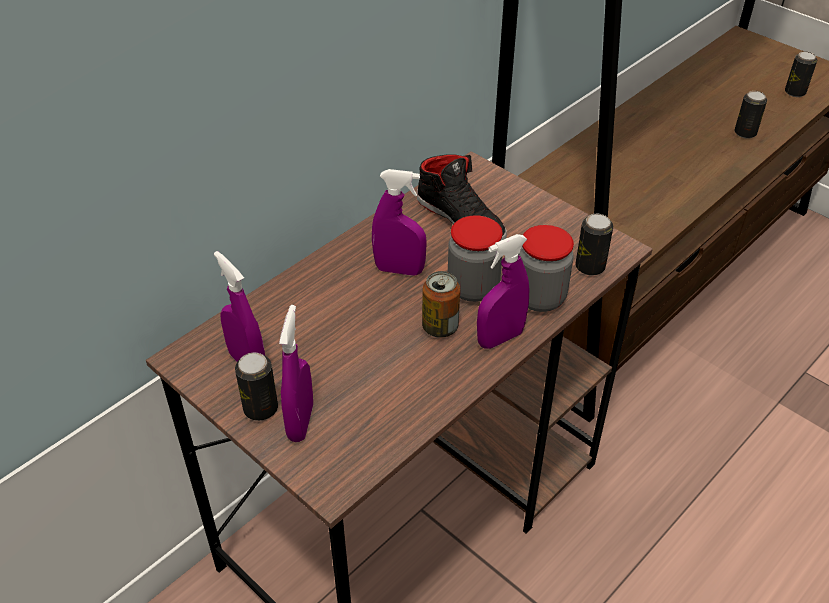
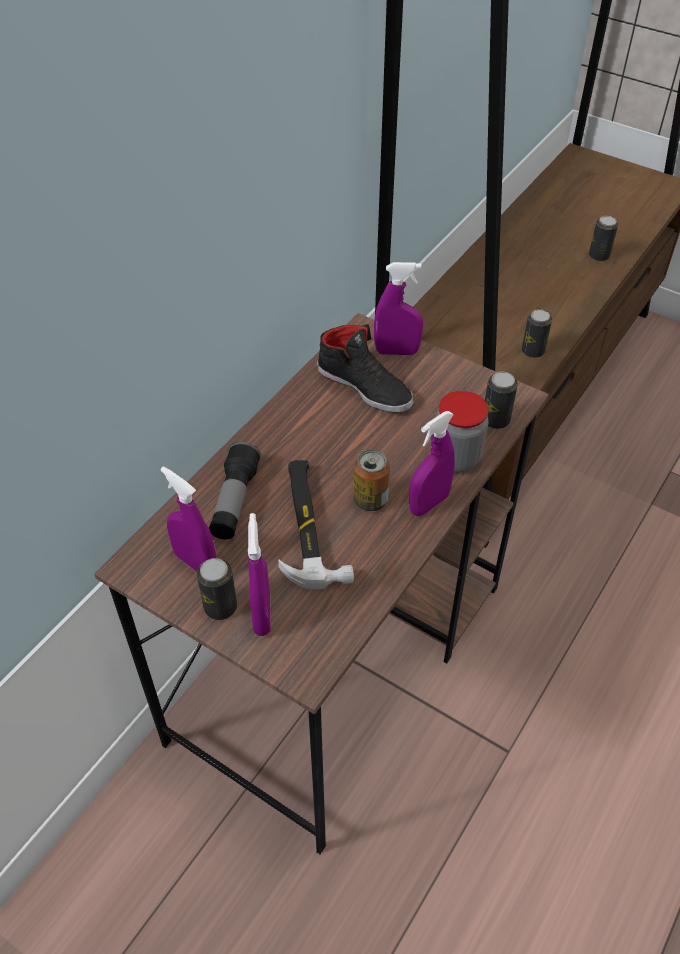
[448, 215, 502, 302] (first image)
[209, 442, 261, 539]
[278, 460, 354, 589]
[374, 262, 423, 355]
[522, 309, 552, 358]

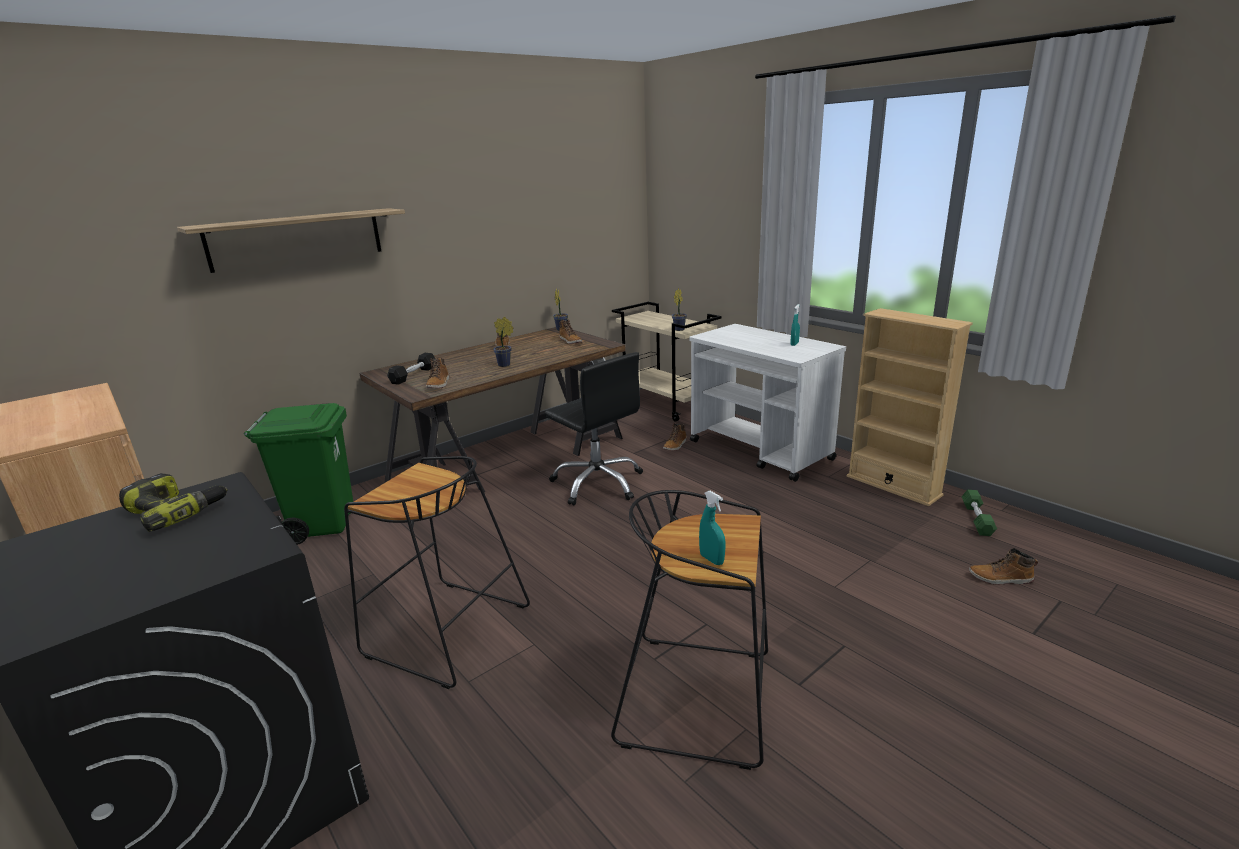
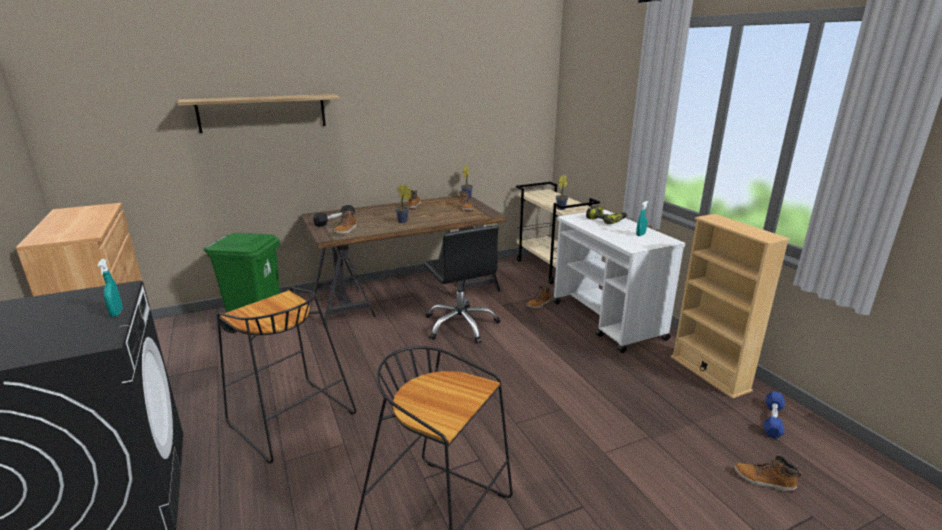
[586, 206, 627, 224]
[98, 259, 123, 317]
[764, 391, 785, 439]

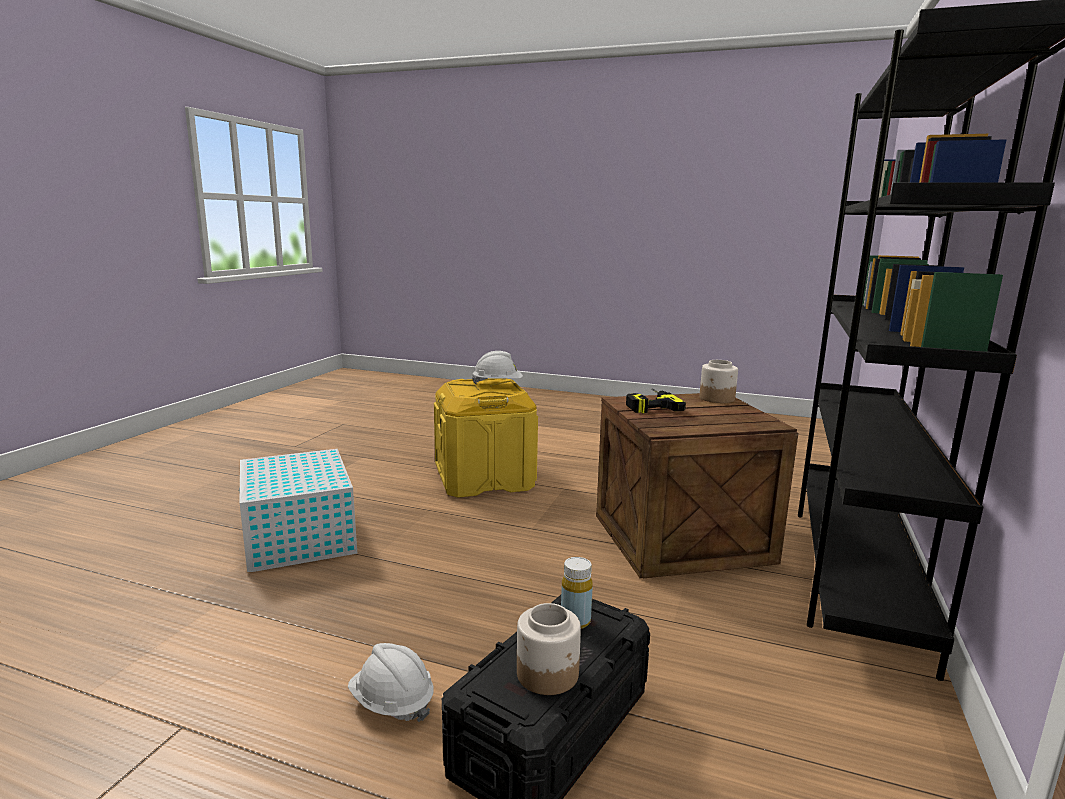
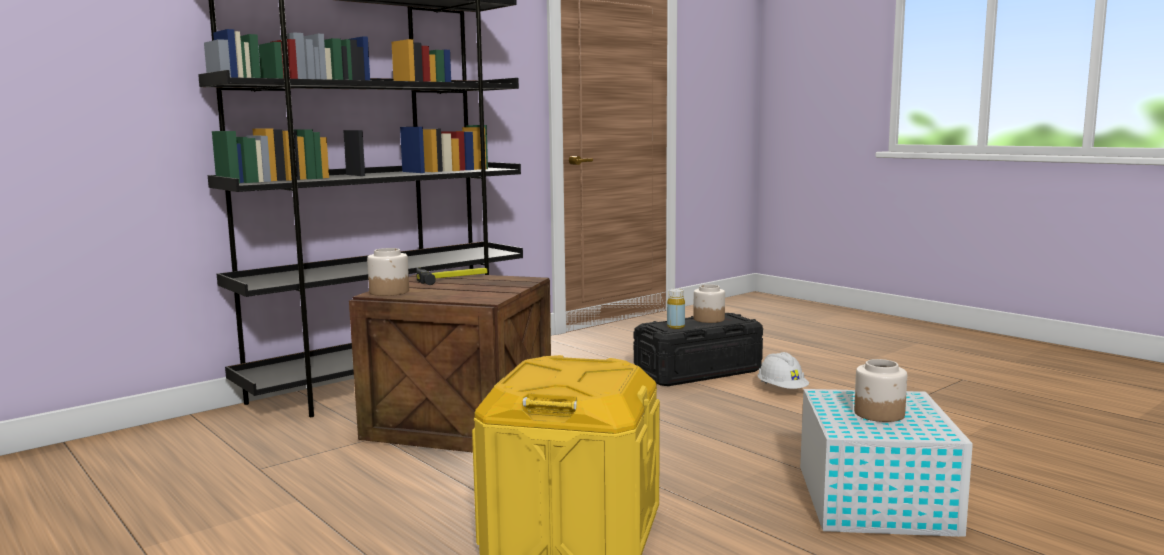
[472, 351, 523, 384] (first image)
[626, 388, 686, 413] (first image)
[416, 267, 487, 285]
[854, 359, 907, 422]

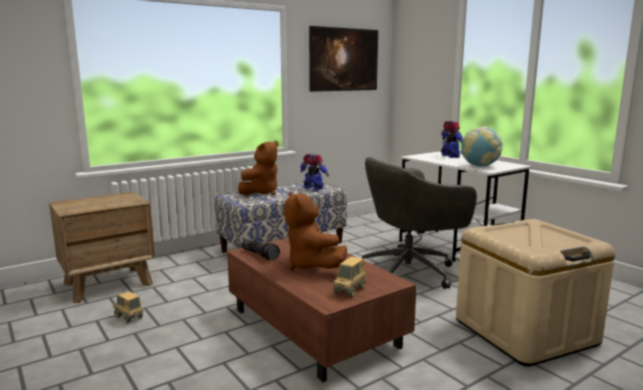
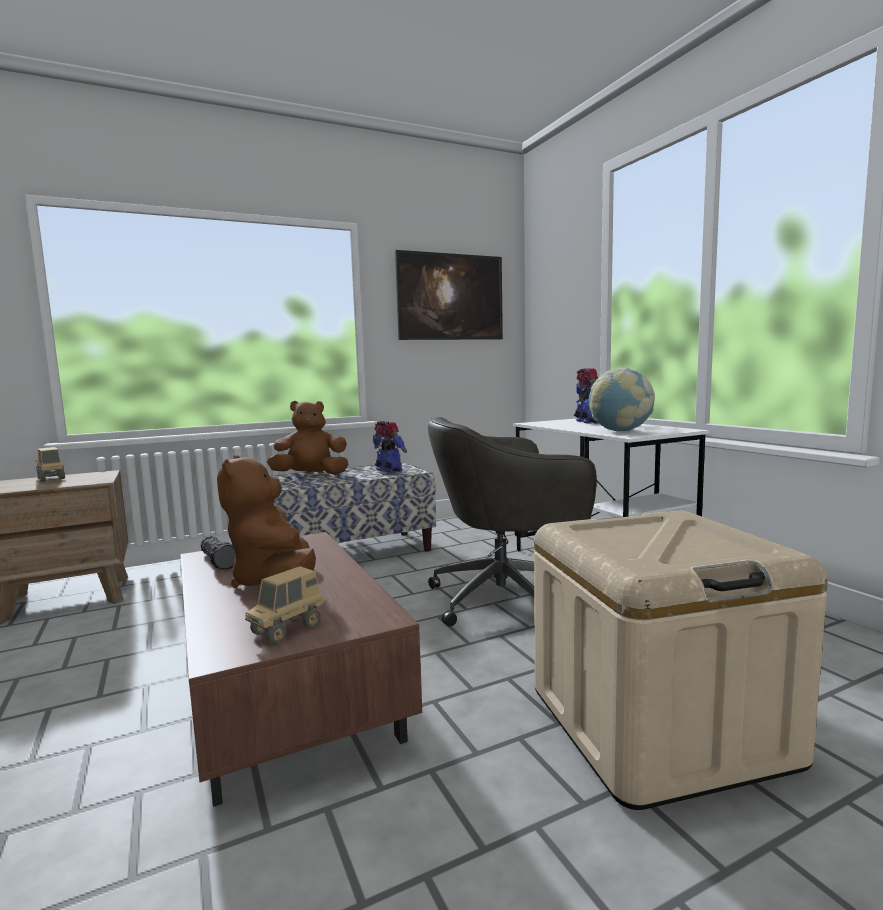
[35, 447, 65, 482]
[267, 401, 349, 475]

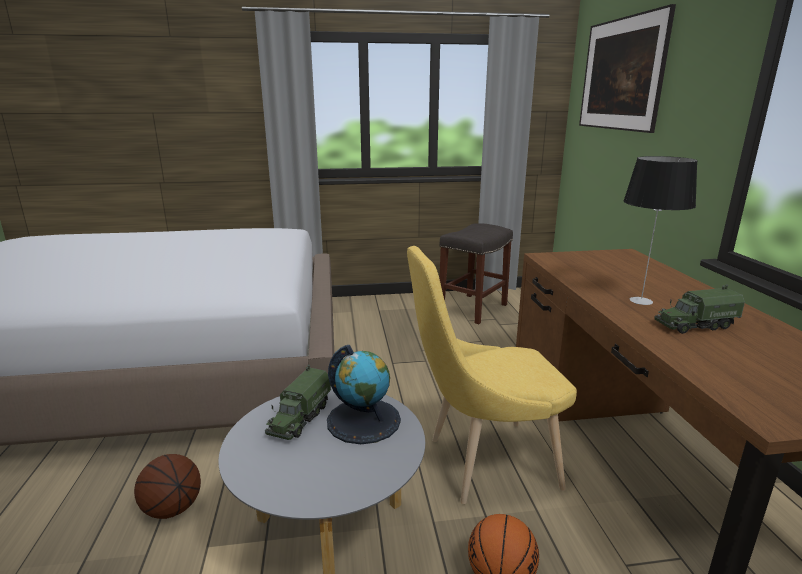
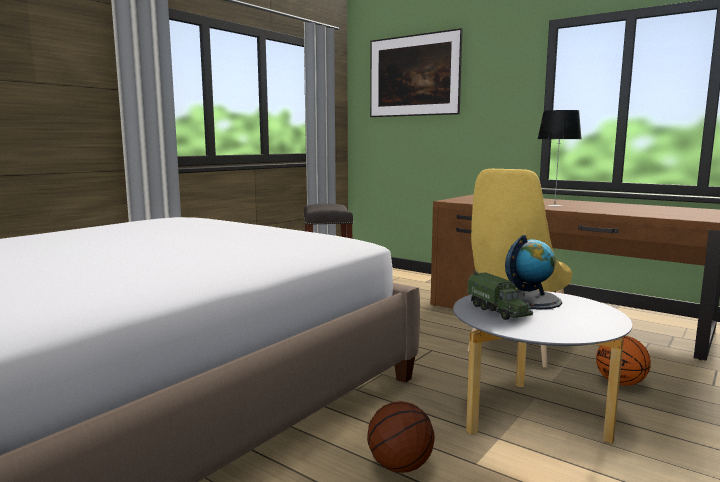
[654, 284, 745, 334] (first image)

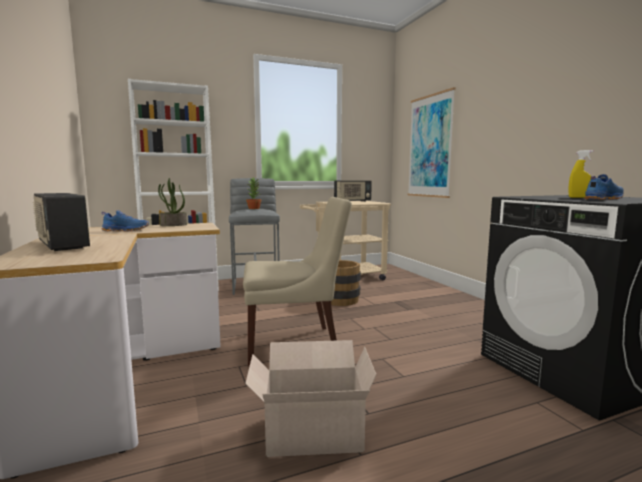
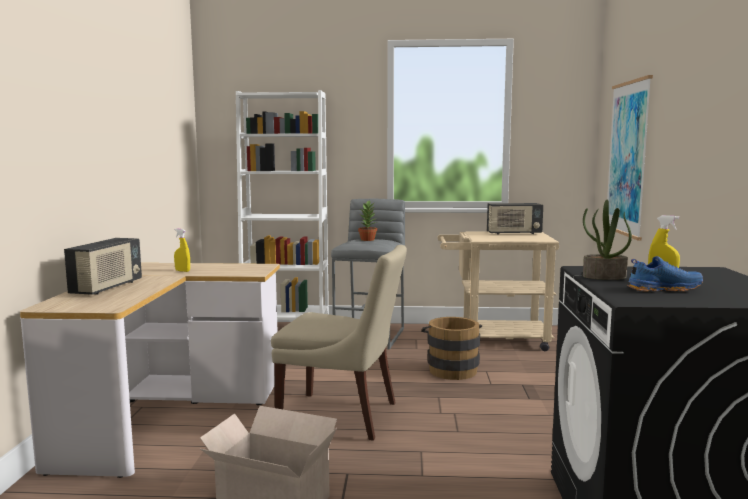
[583, 200, 632, 280]
[174, 229, 190, 272]
[64, 238, 142, 295]

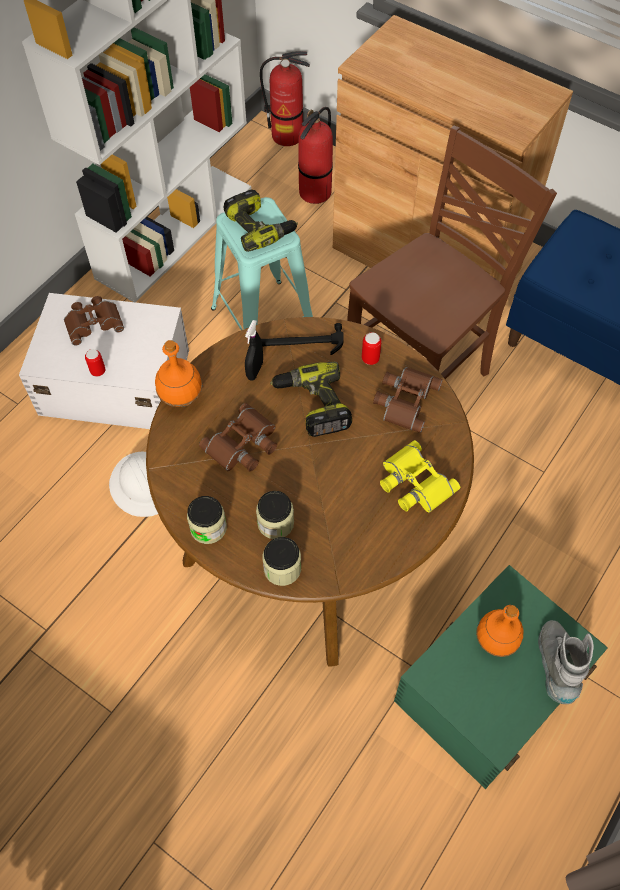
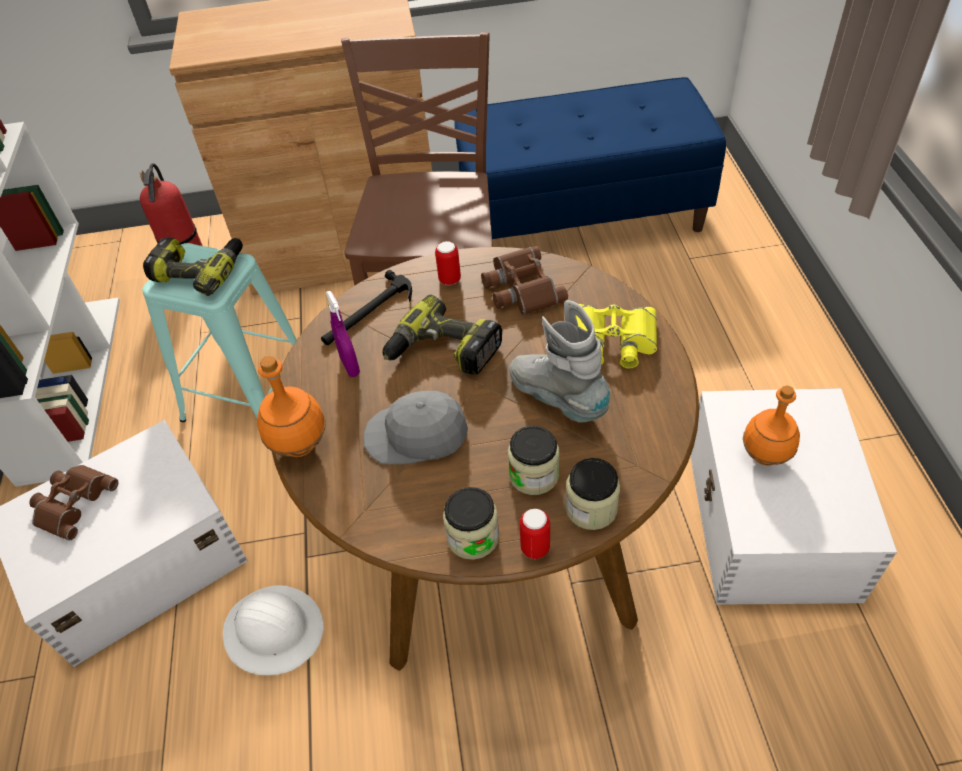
[260, 51, 310, 146] (first image)
[520, 509, 550, 559]
[509, 300, 611, 423]
[364, 391, 468, 465]
[326, 290, 360, 377]
[690, 388, 897, 605]

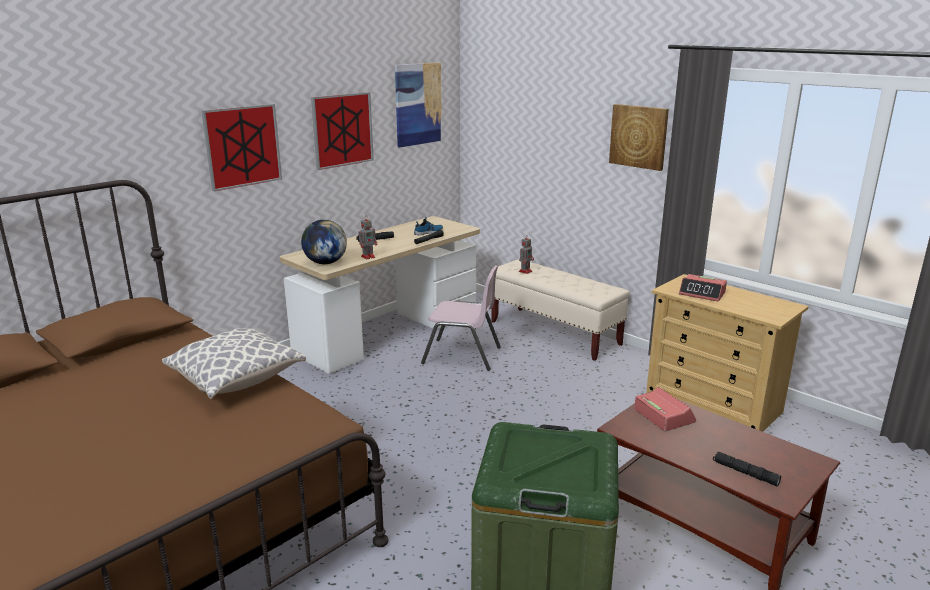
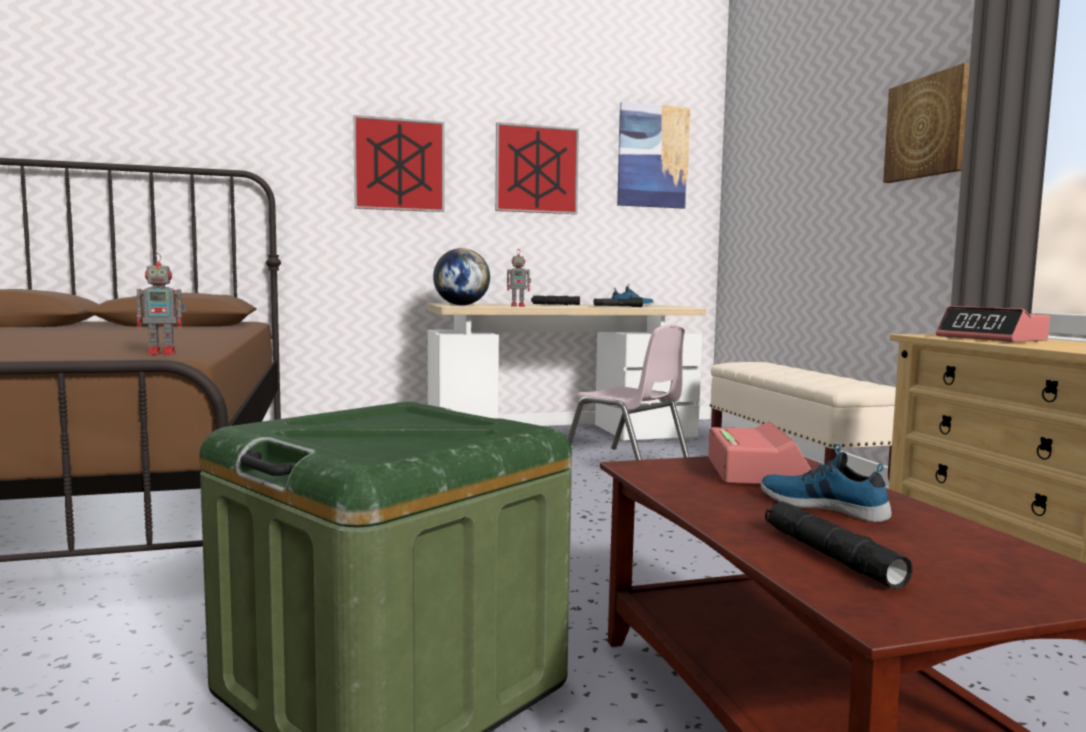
[162, 328, 306, 399] (first image)
[760, 444, 892, 522]
[137, 253, 187, 355]

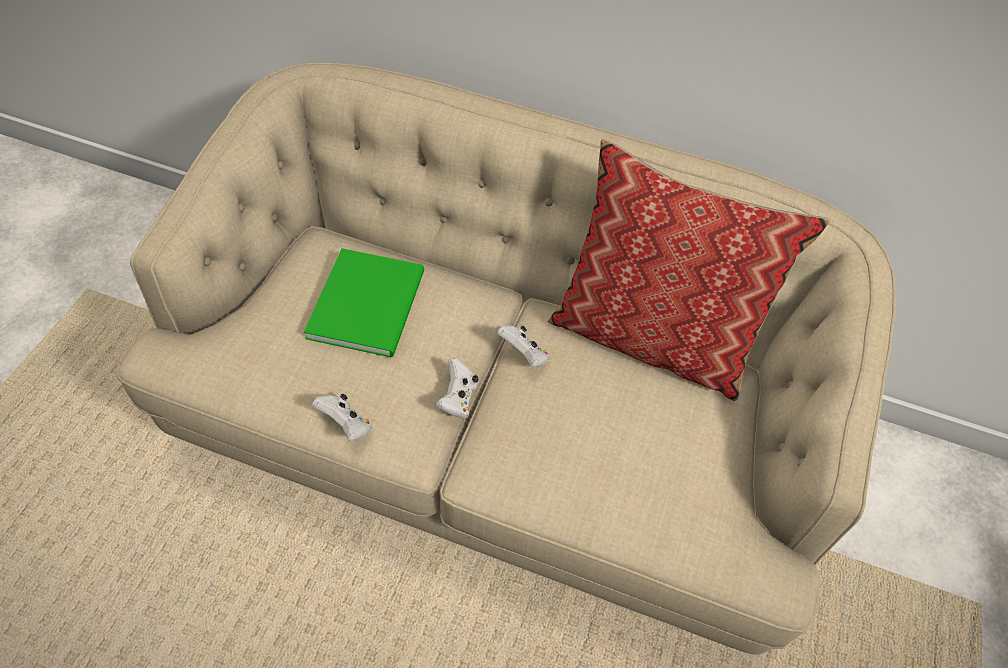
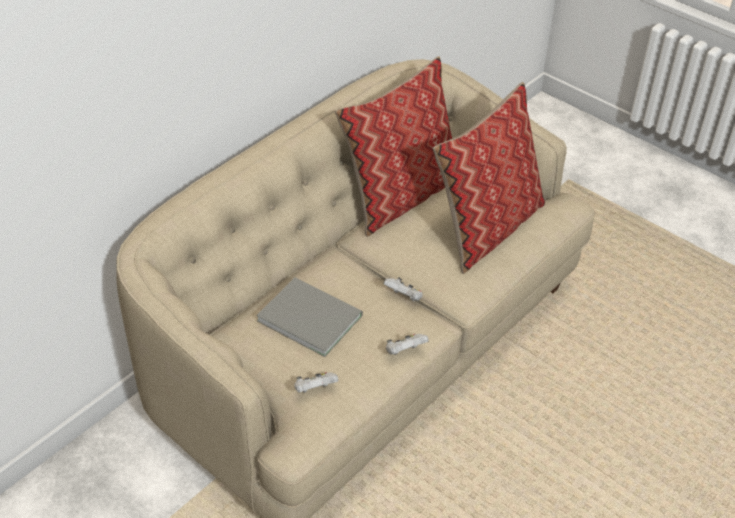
[432, 82, 545, 274]
[294, 372, 338, 393]
[256, 277, 363, 357]

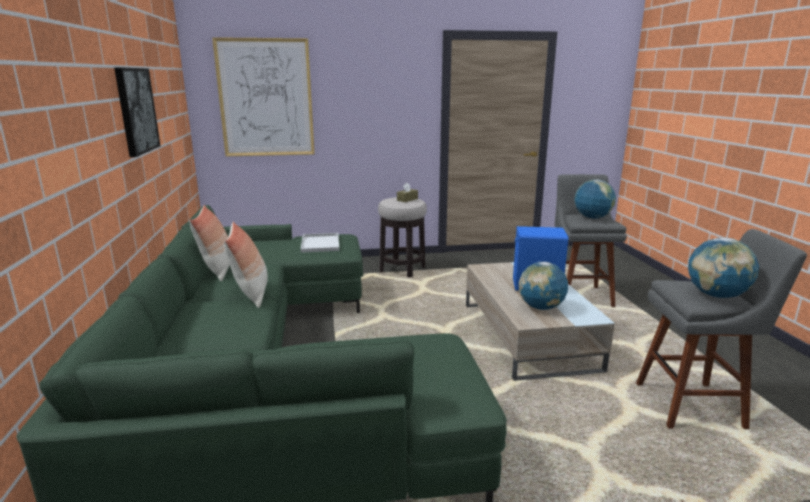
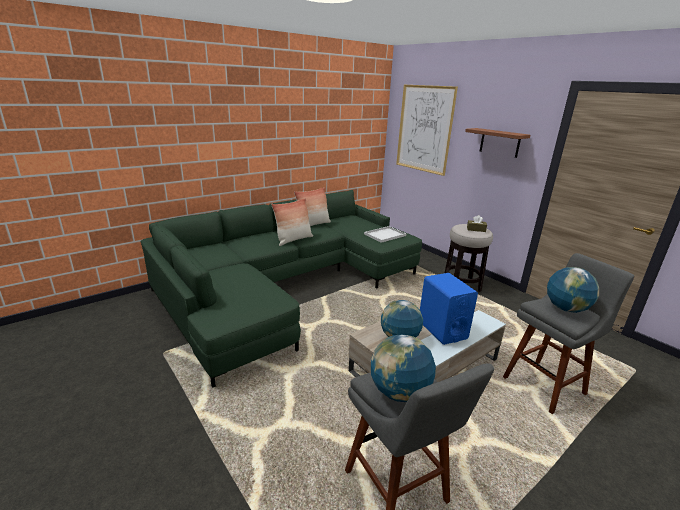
[114, 68, 160, 157] (first image)
[465, 128, 530, 158]

